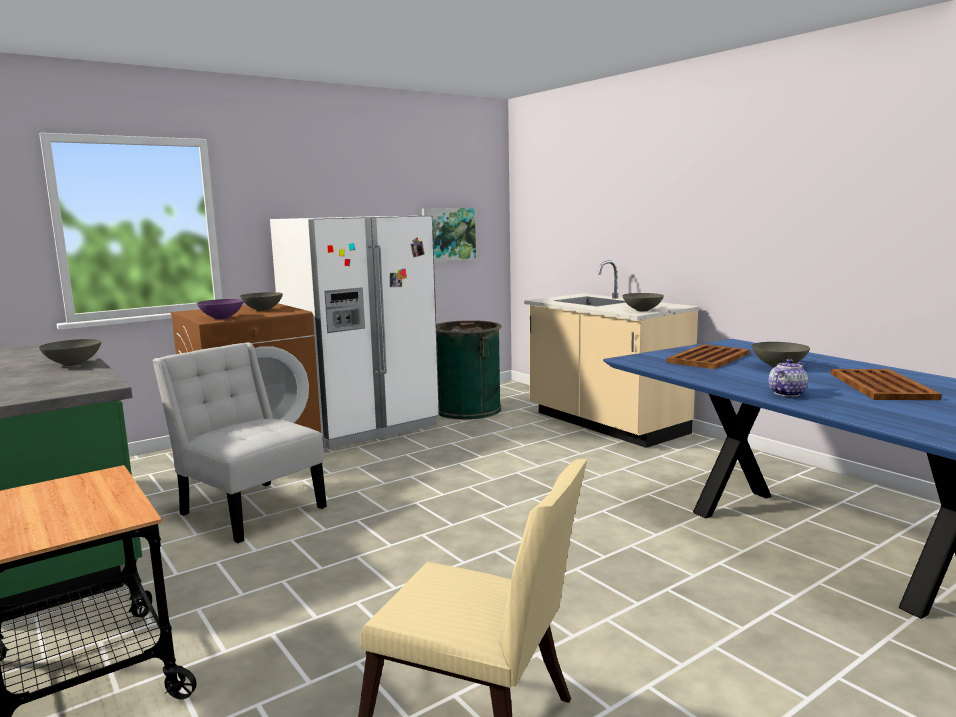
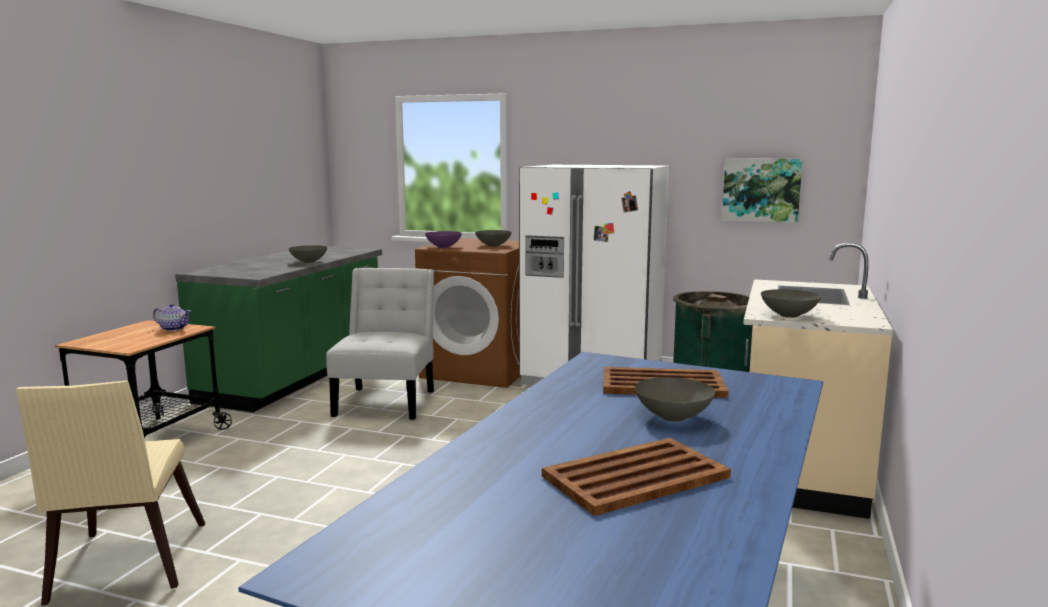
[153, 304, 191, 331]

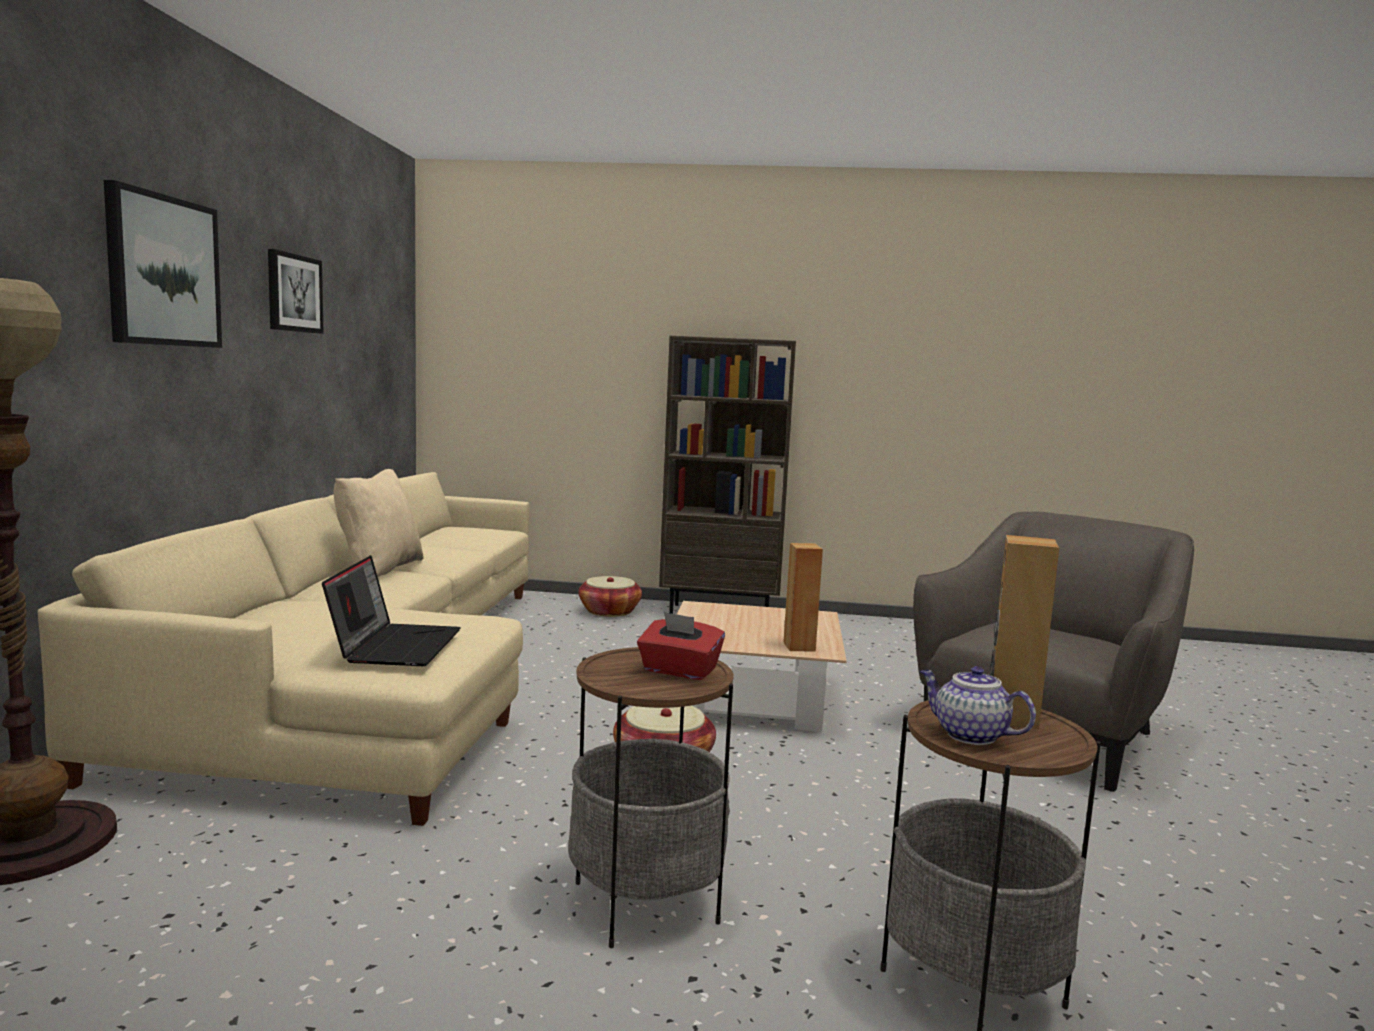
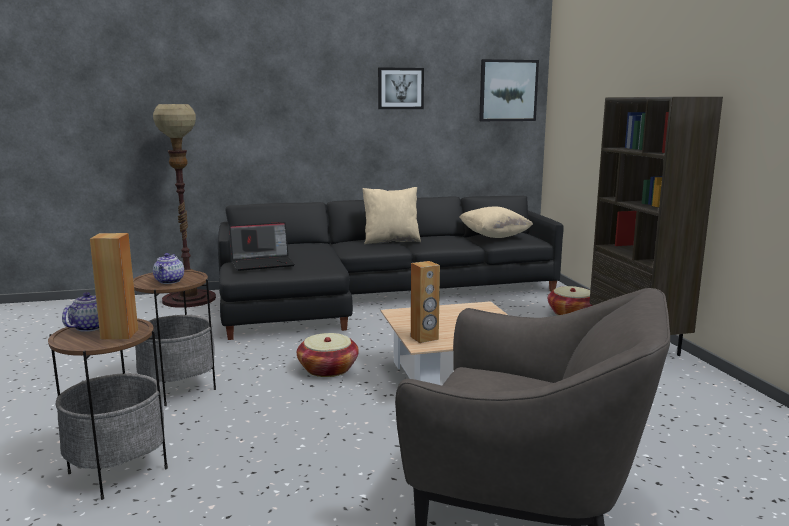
[459, 207, 533, 238]
[479, 59, 539, 121]
[153, 253, 184, 284]
[218, 196, 564, 340]

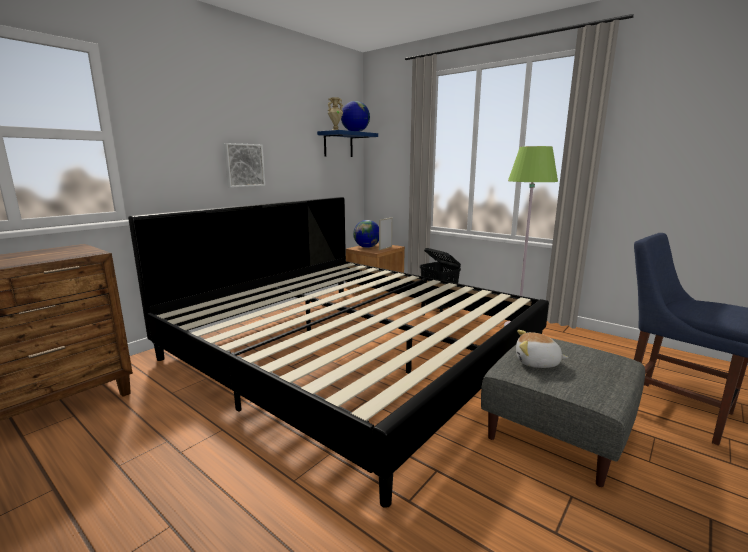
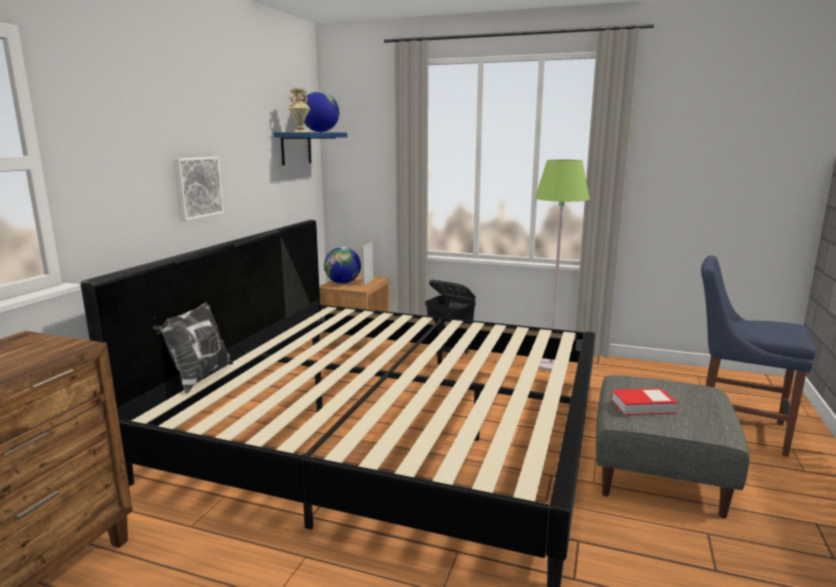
[153, 302, 233, 394]
[611, 388, 678, 415]

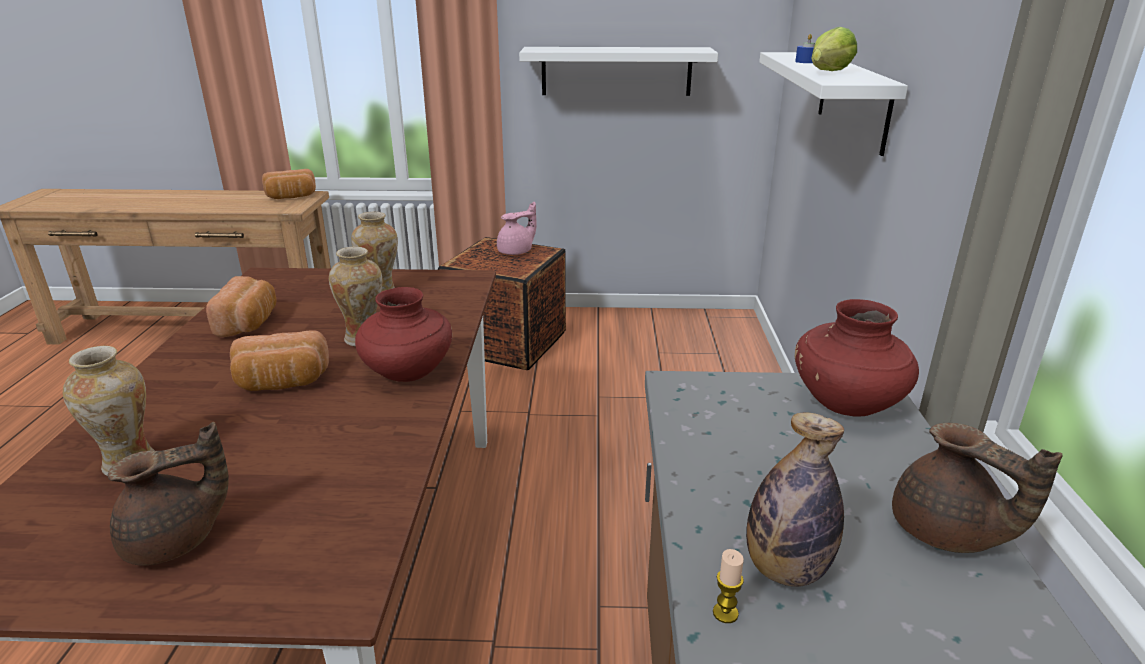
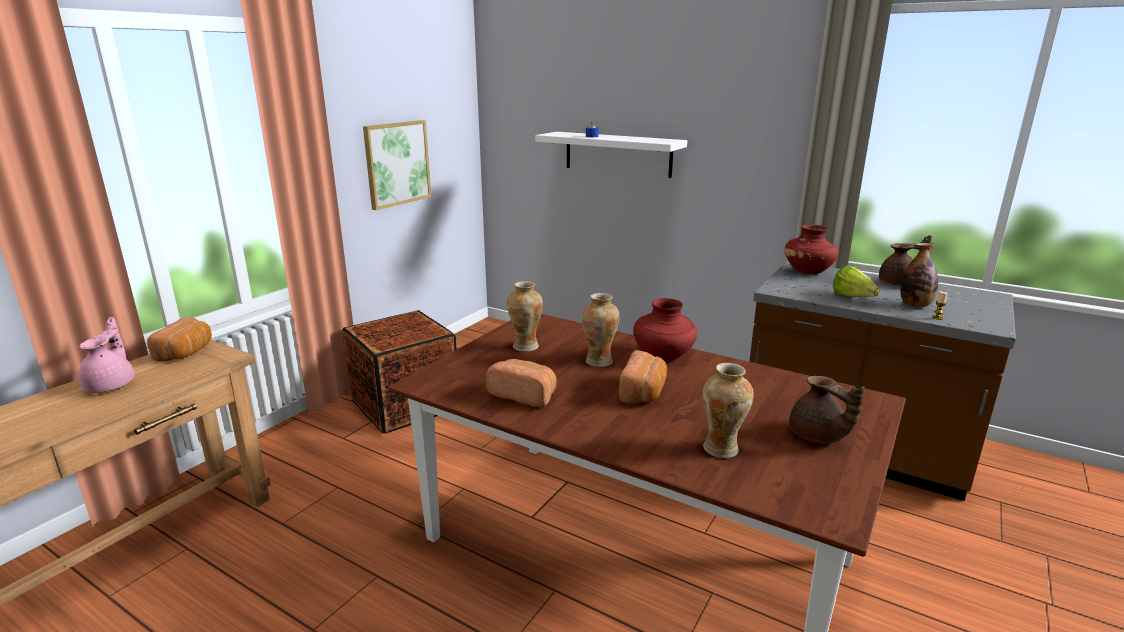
[78, 317, 135, 393]
[833, 266, 879, 297]
[363, 120, 431, 210]
[789, 376, 865, 443]

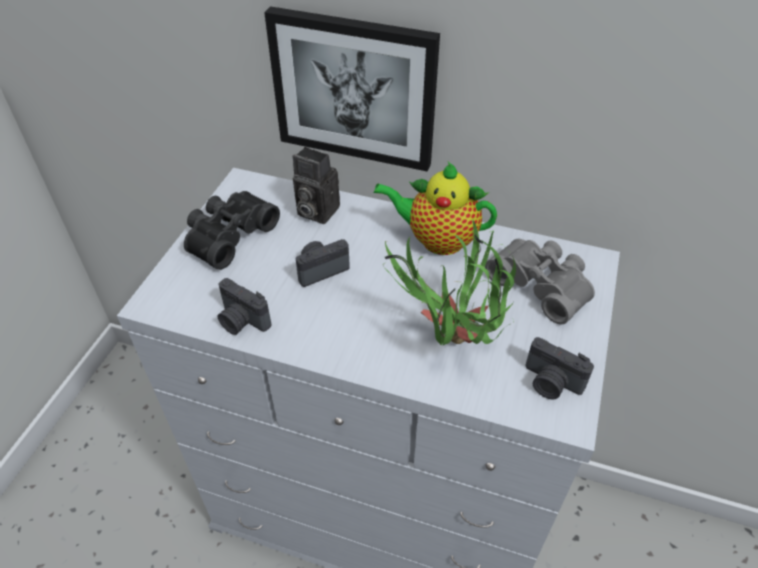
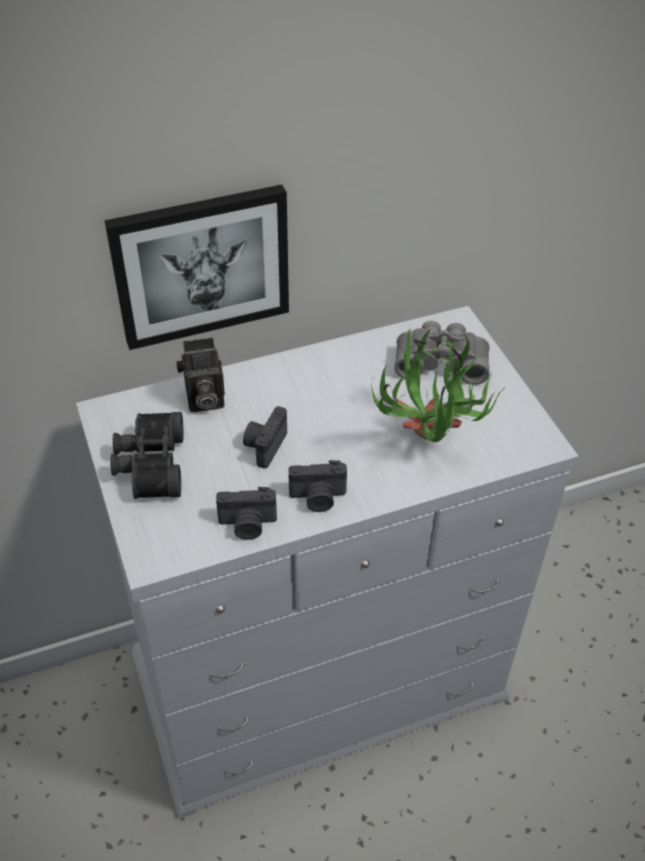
[374, 162, 497, 255] (first image)
[289, 460, 347, 512]

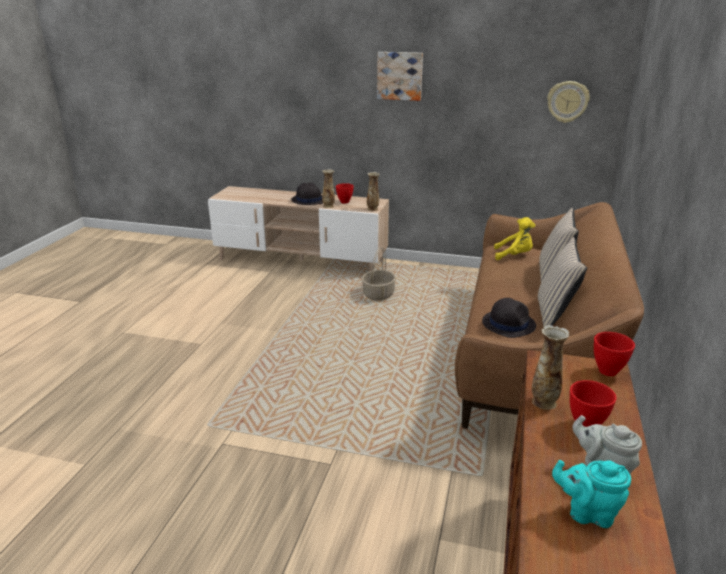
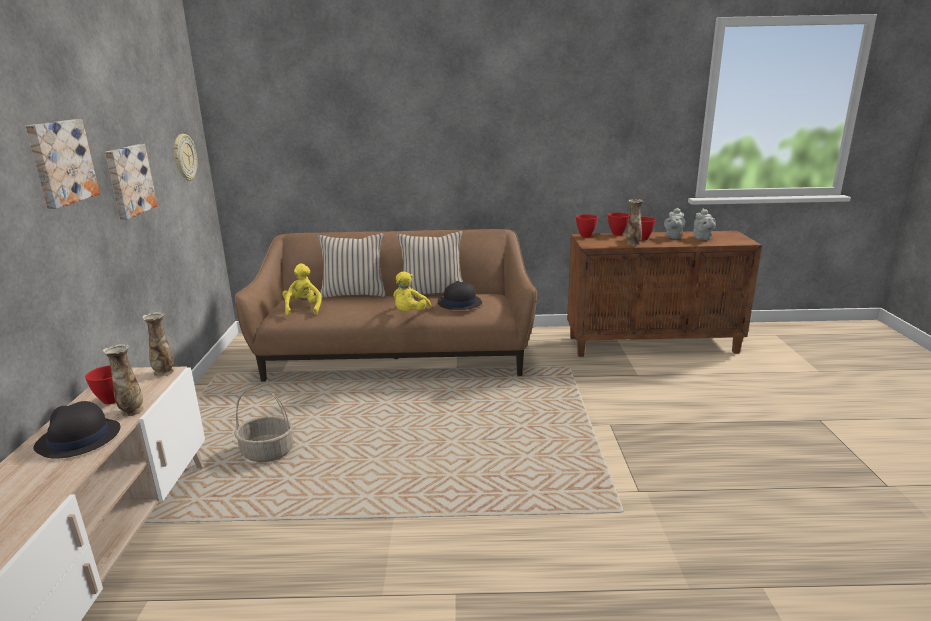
[105, 144, 157, 220]
[393, 272, 432, 311]
[608, 212, 629, 235]
[693, 209, 716, 240]

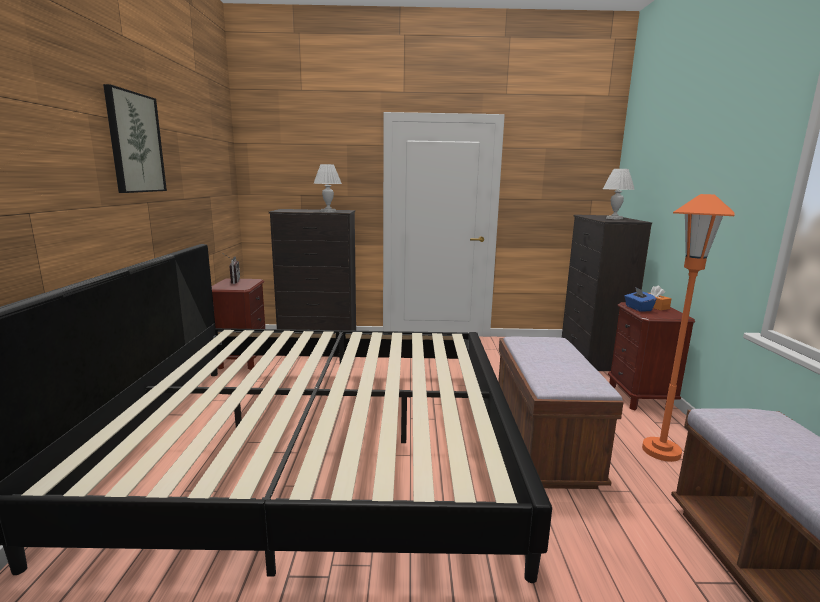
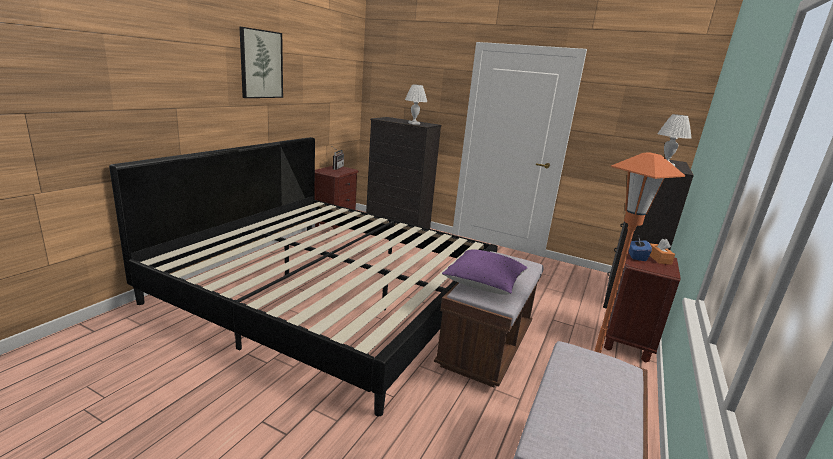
[442, 249, 528, 295]

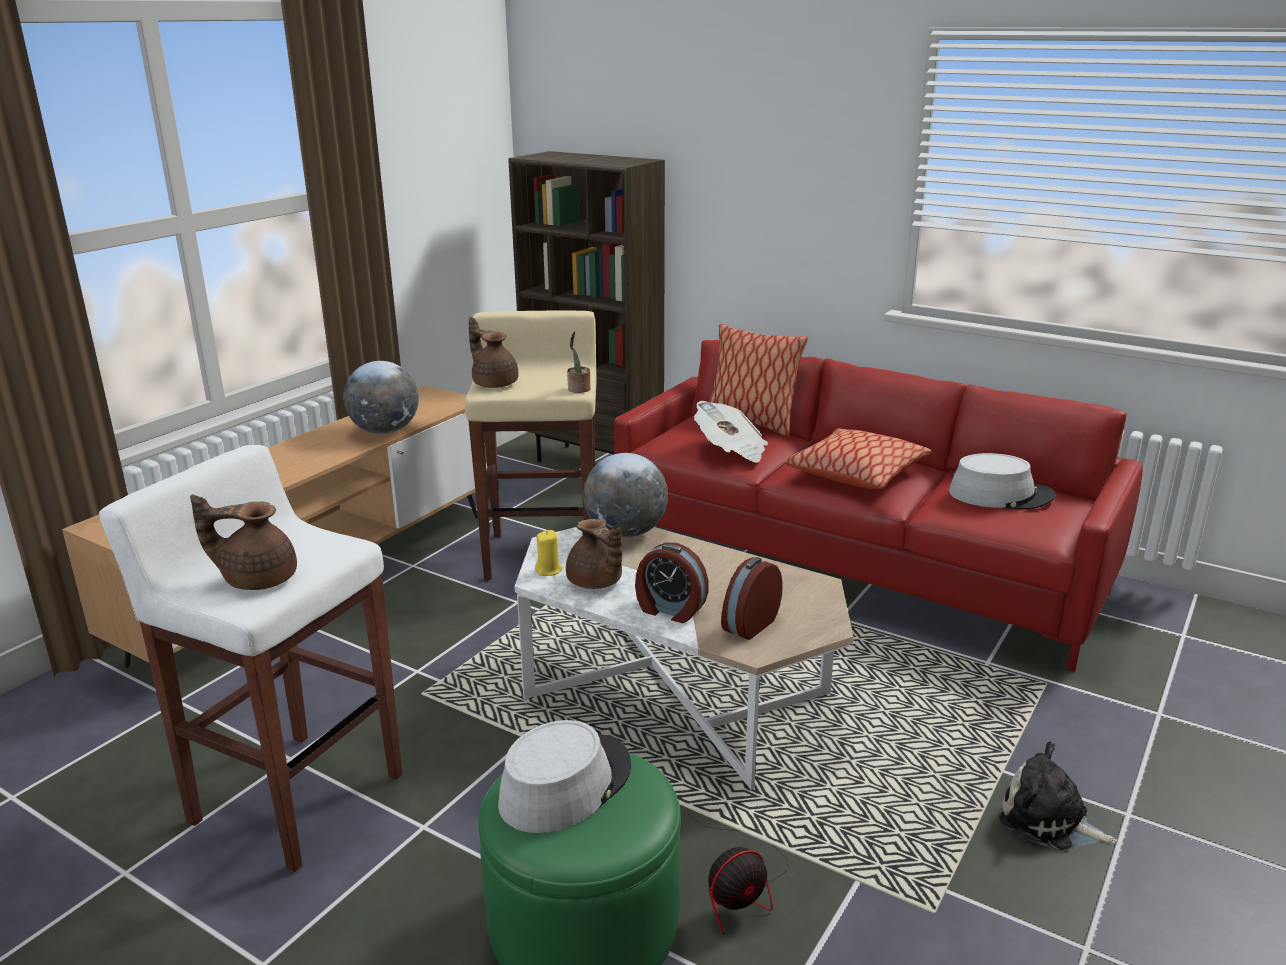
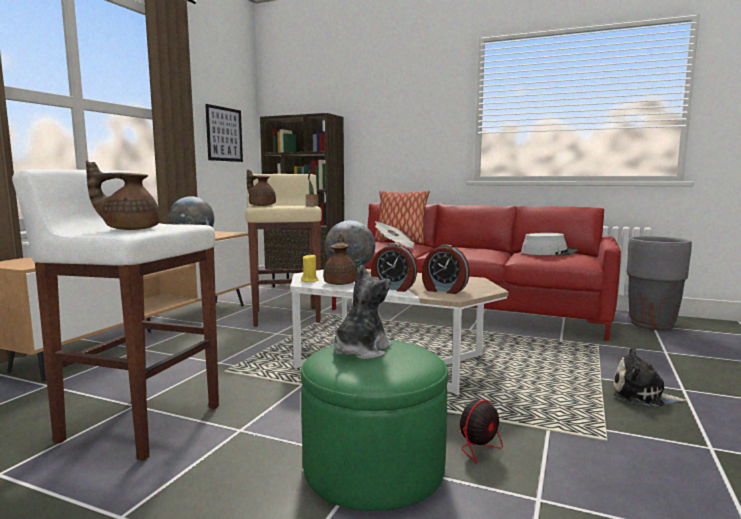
[785, 428, 932, 489] (first image)
[205, 104, 243, 162]
[627, 236, 692, 330]
[334, 264, 392, 360]
[323, 234, 358, 285]
[422, 245, 469, 294]

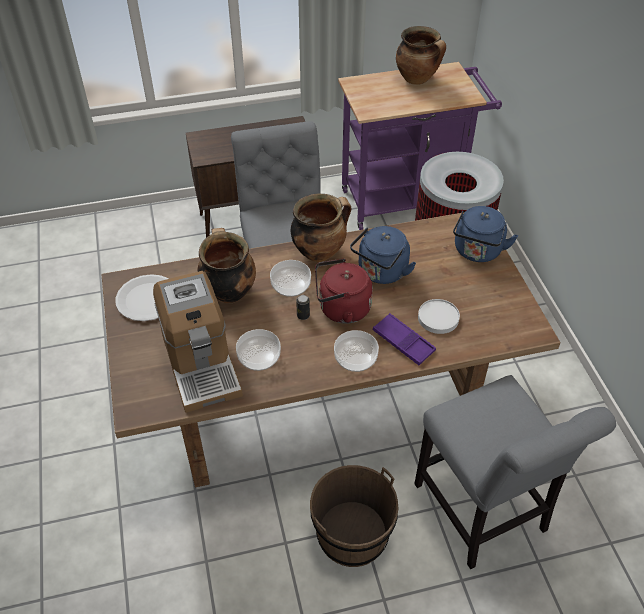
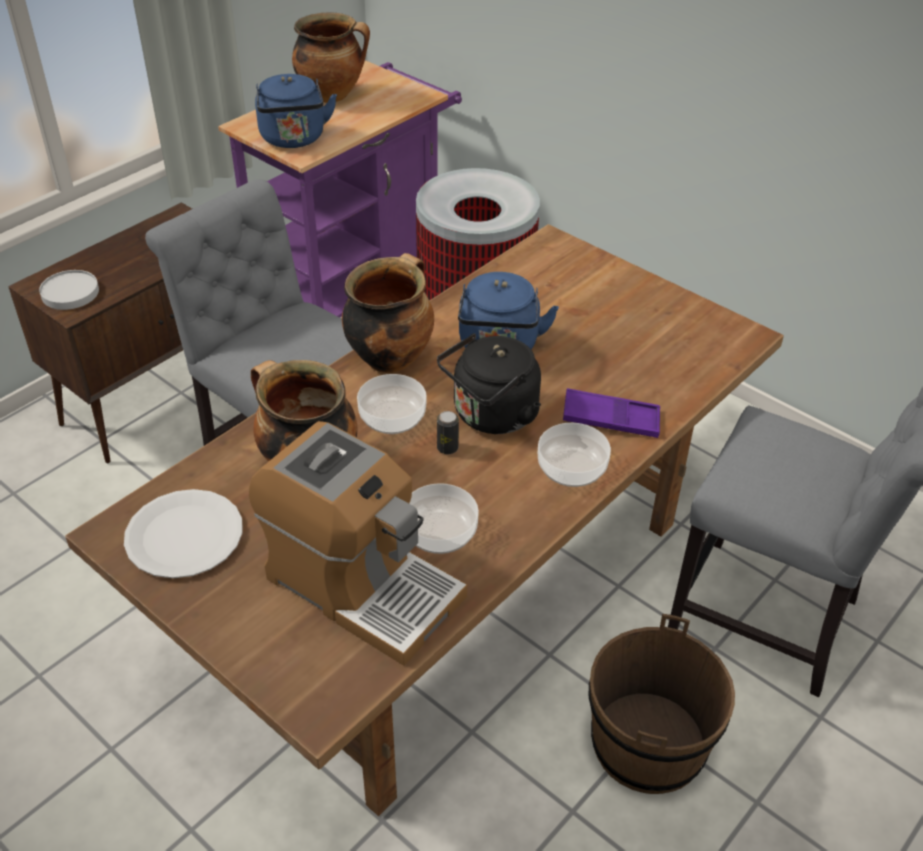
[39, 270, 99, 310]
[255, 74, 337, 148]
[437, 333, 541, 434]

